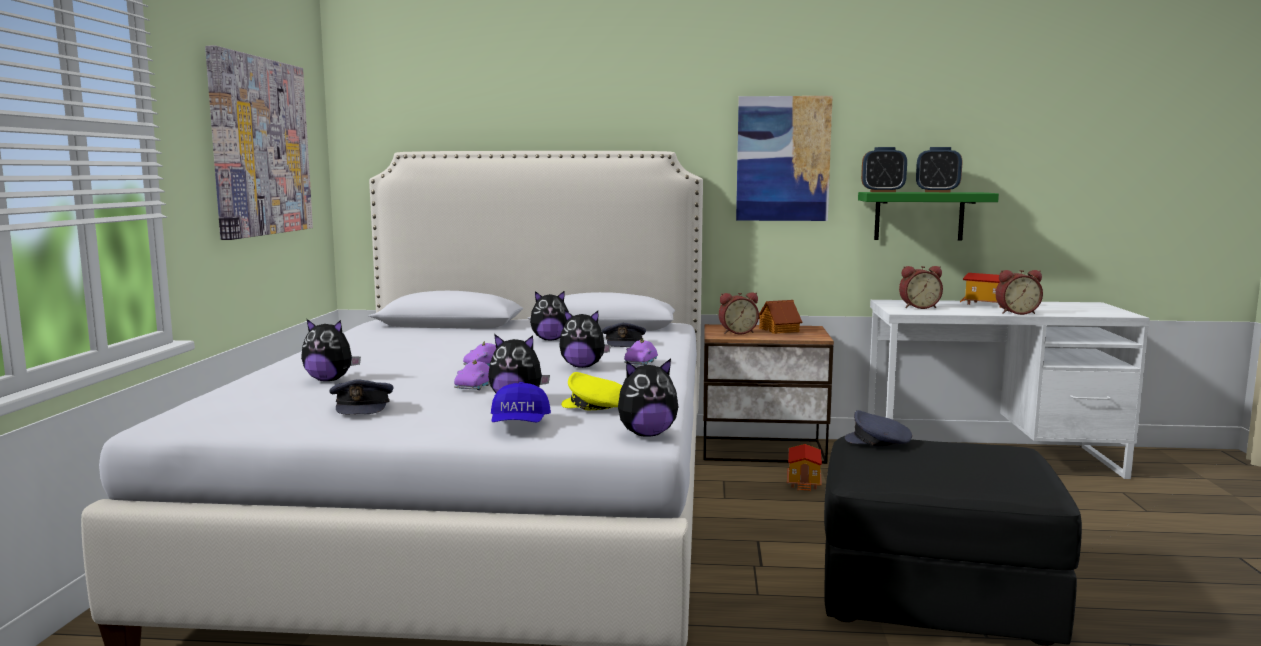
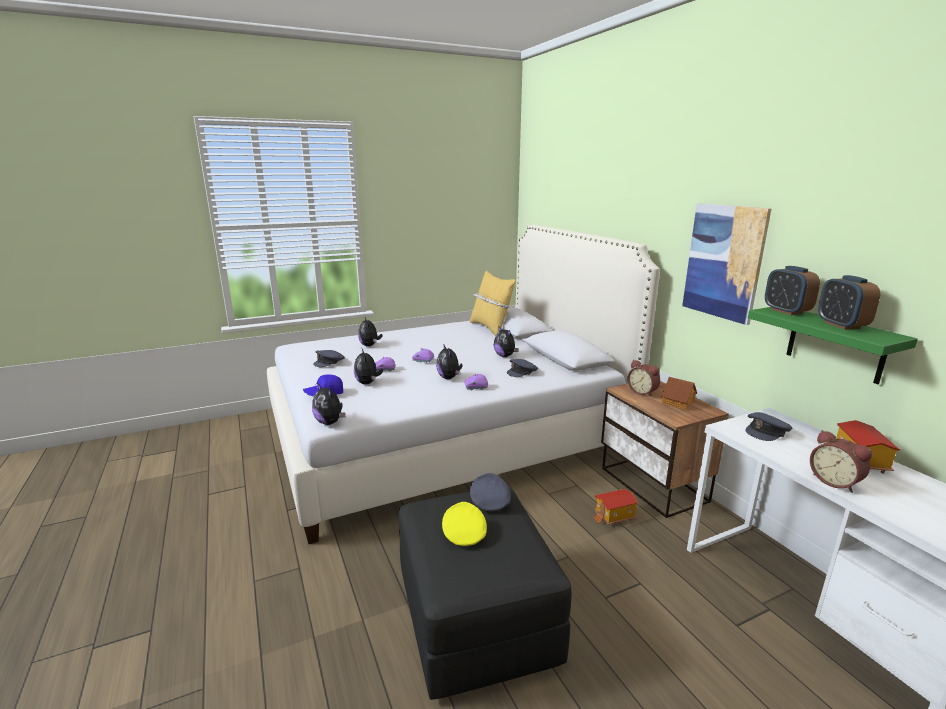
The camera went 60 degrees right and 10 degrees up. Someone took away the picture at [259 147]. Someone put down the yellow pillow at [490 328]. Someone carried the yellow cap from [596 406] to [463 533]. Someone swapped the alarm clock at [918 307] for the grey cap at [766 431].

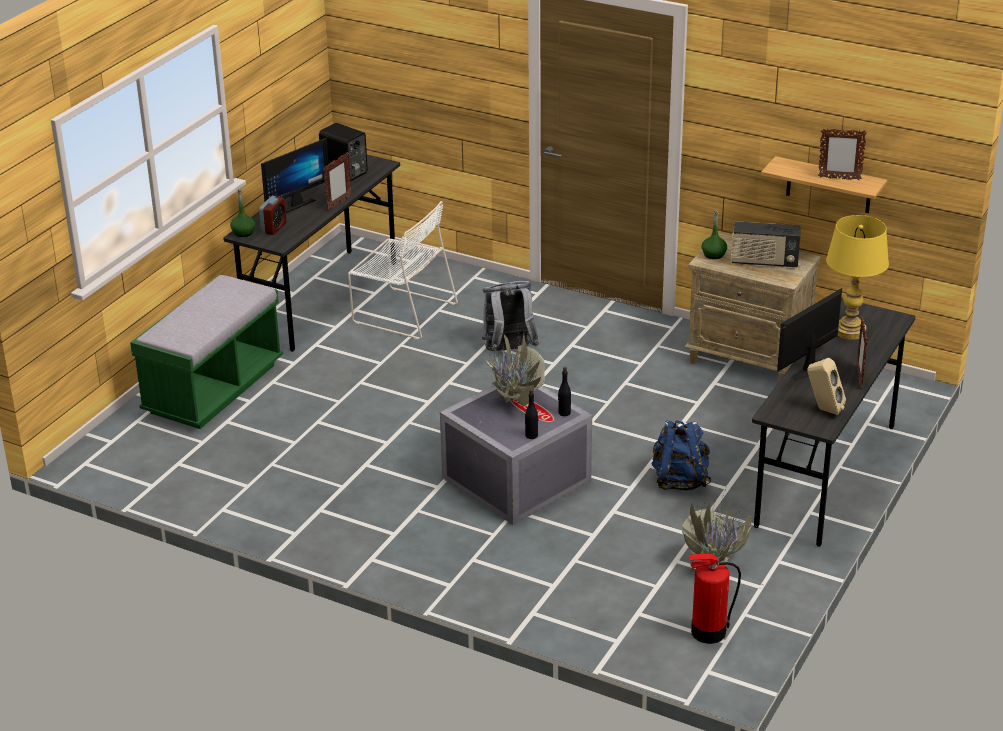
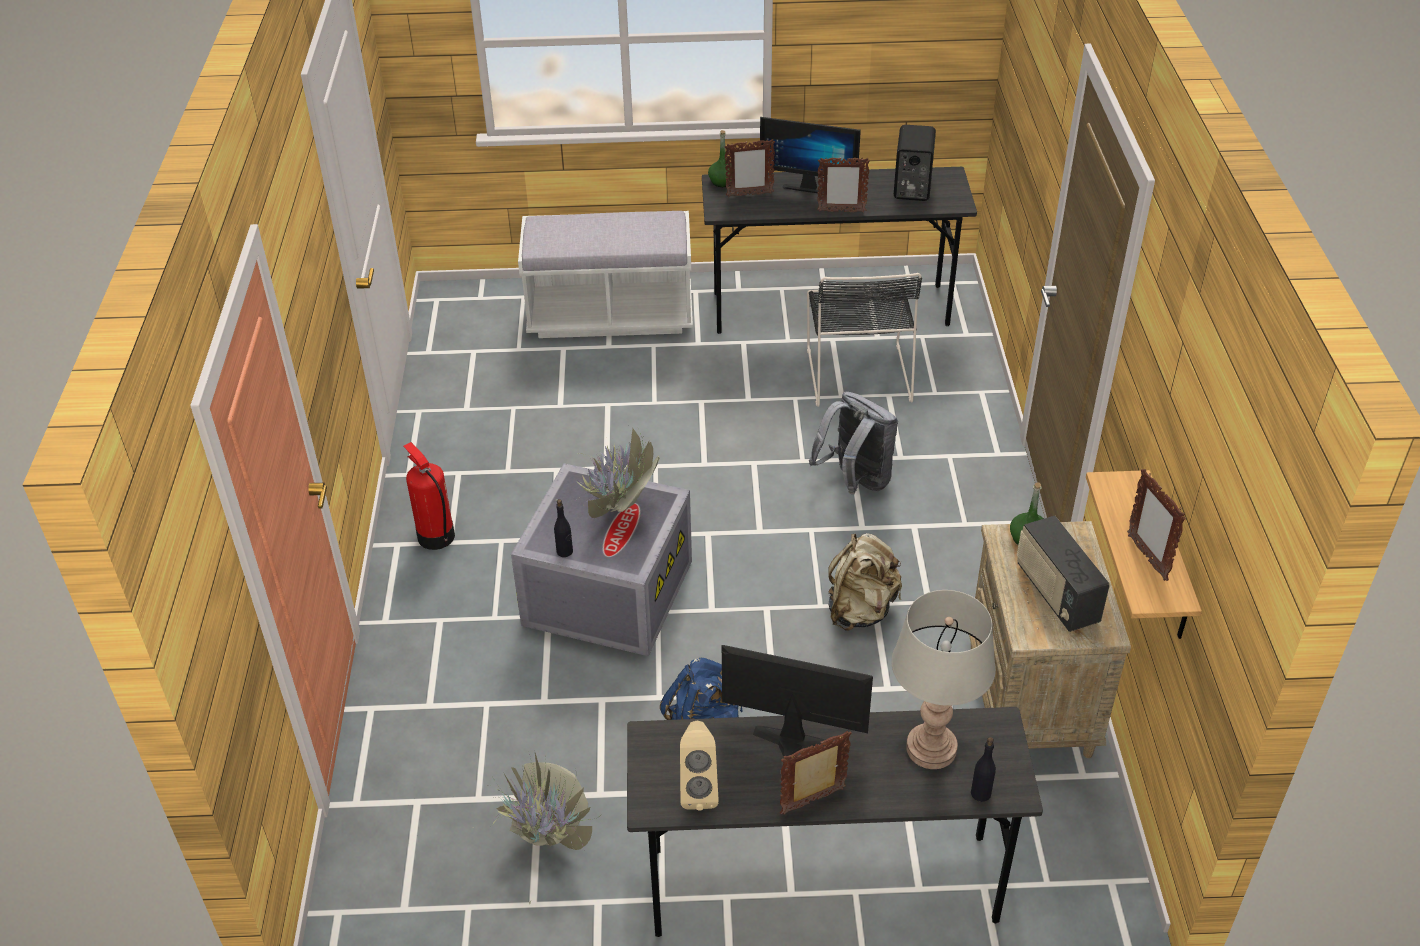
The camera went 60 degrees right and 10 degrees up. Someone put down the beige backpack at [861 610]. Someone carried the black bottle from [564 413] to [980 793]. Someone carried the fire extinguisher from [707 632] to [435 536]. Someone swapped the alarm clock at [274 228] for the picture frame at [749 195]. Someone repainted the green bench at [213 389], which became the white bench at [610 316]. Someone repainted the white chair at [402 312], which became the black chair at [858 372]. Someone repainted the yellow table lamp at [850 331], which became the grey table lamp at [931 749].

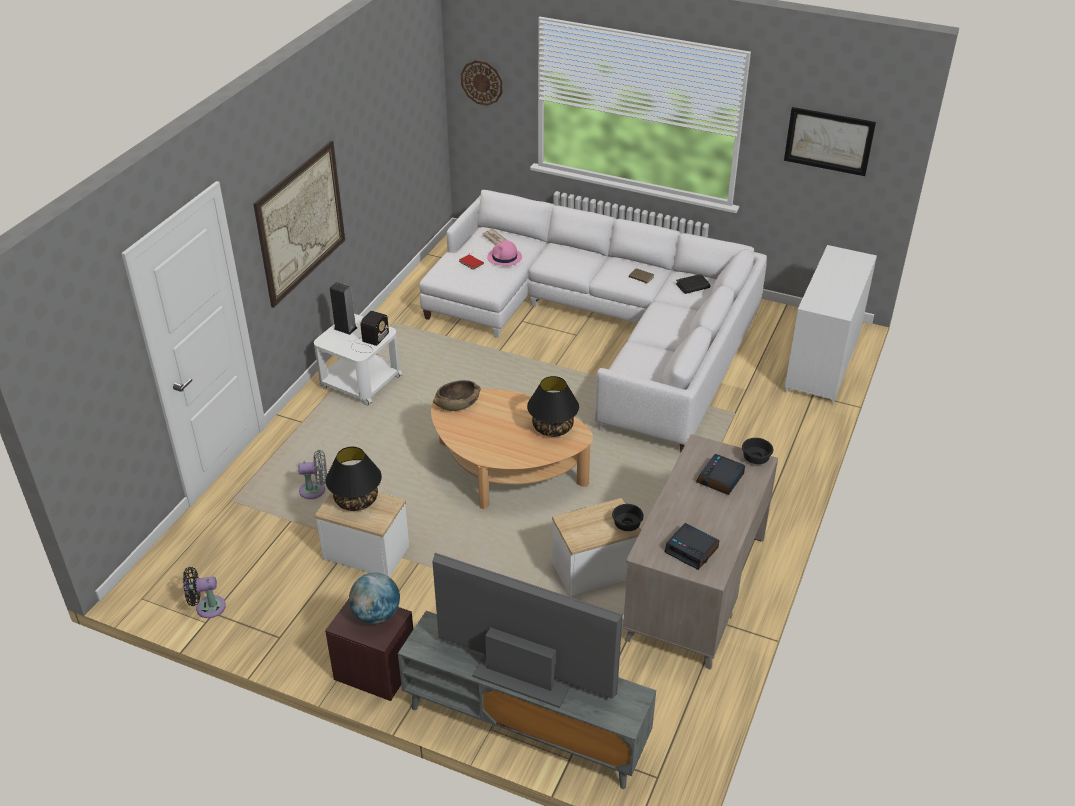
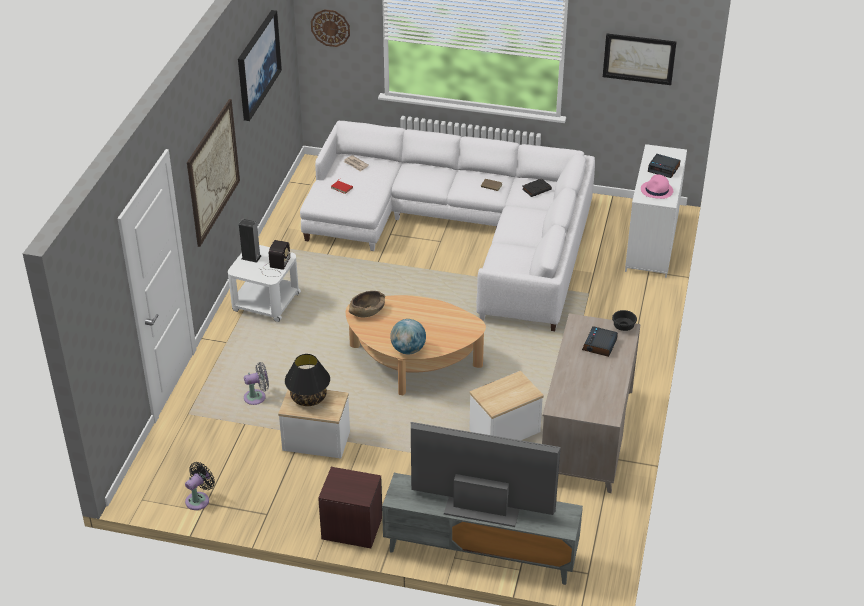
The camera went 10 degrees left and 0 degrees up. Someone took away the black table lamp at [552 428]. Someone took away the black bowl at [627 525]. Someone put up the picture at [257 64]. Someone carried the globe from [376 614] to [408 350]. Someone carried the pink hat from [504 258] to [657 190]. Someone carried the alarm clock from [692 550] to [664 169]. Someone rotated the black fan at [207 607] by 150 degrees clockwise.

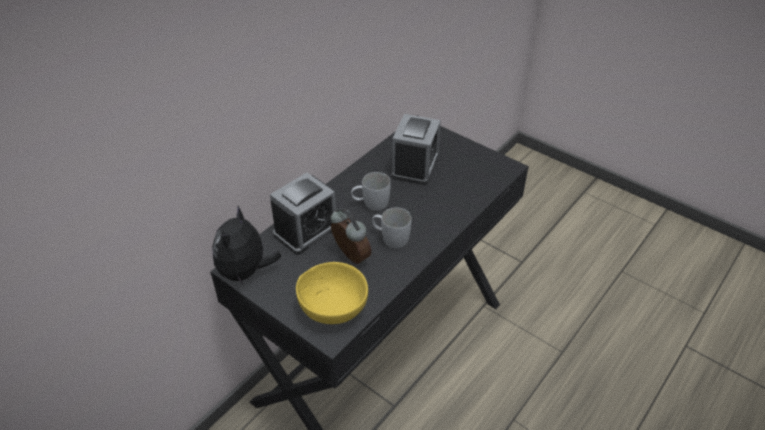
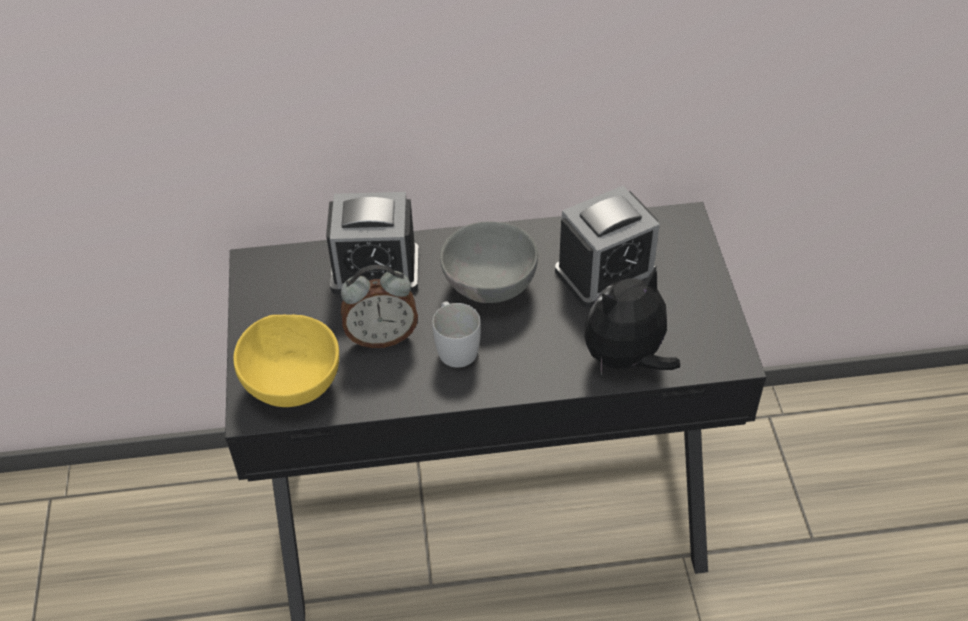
The camera went 45 degrees right and 5 degrees up. Someone carried the plush toy from [246 272] to [626 359]. Someone swapped the white mug at [370 203] for the grey bowl at [487 286]. Someone rotated the alarm clock at [350 257] by 75 degrees clockwise.

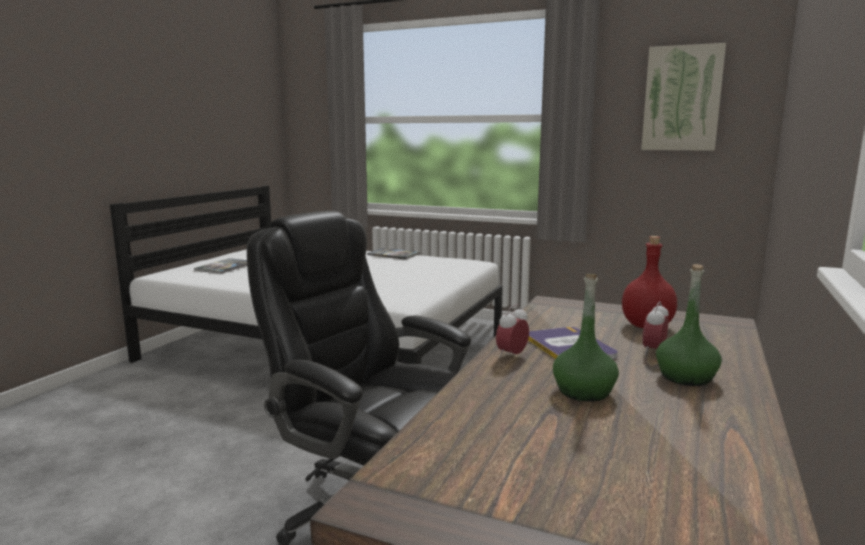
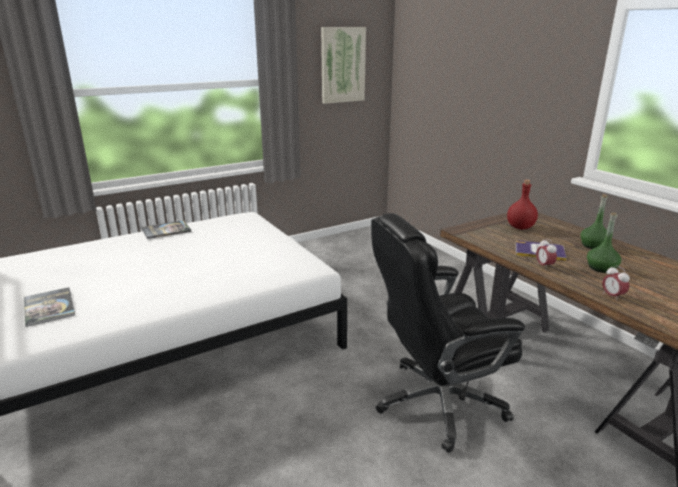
The camera went 55 degrees left and 10 degrees up. Someone carried the alarm clock from [653 351] to [612 296].

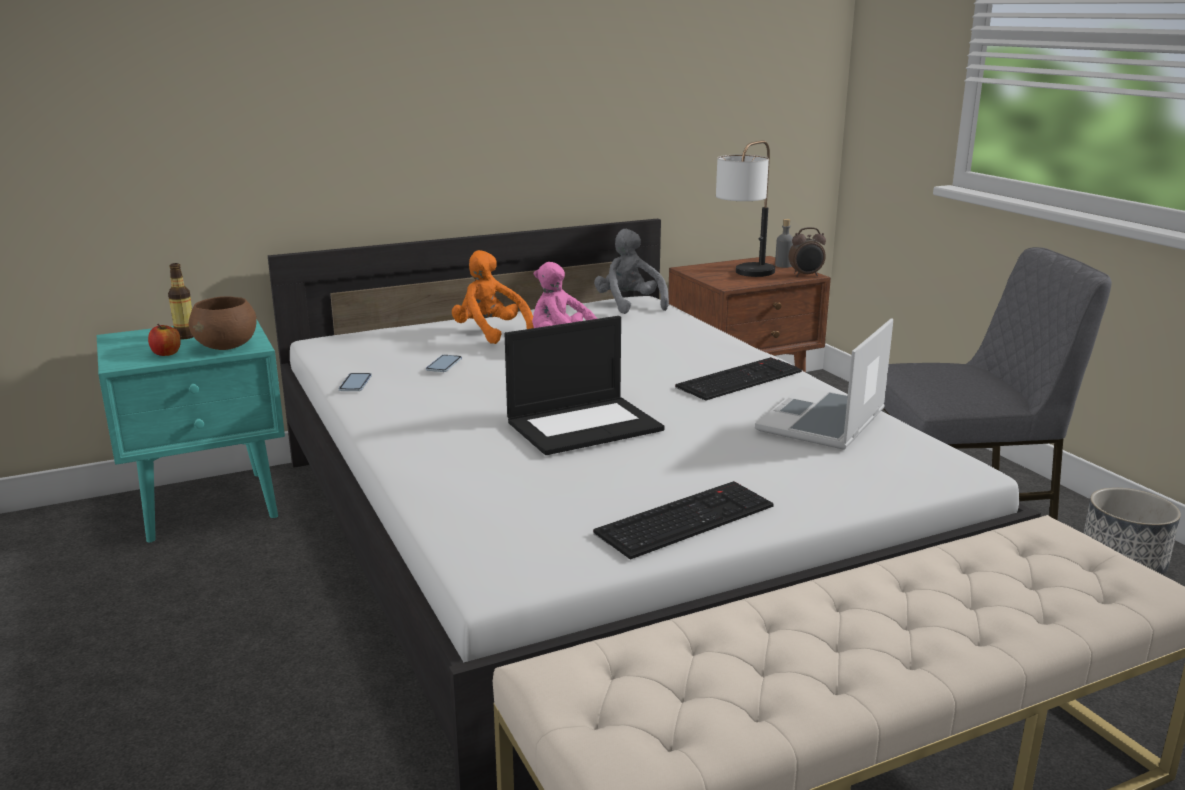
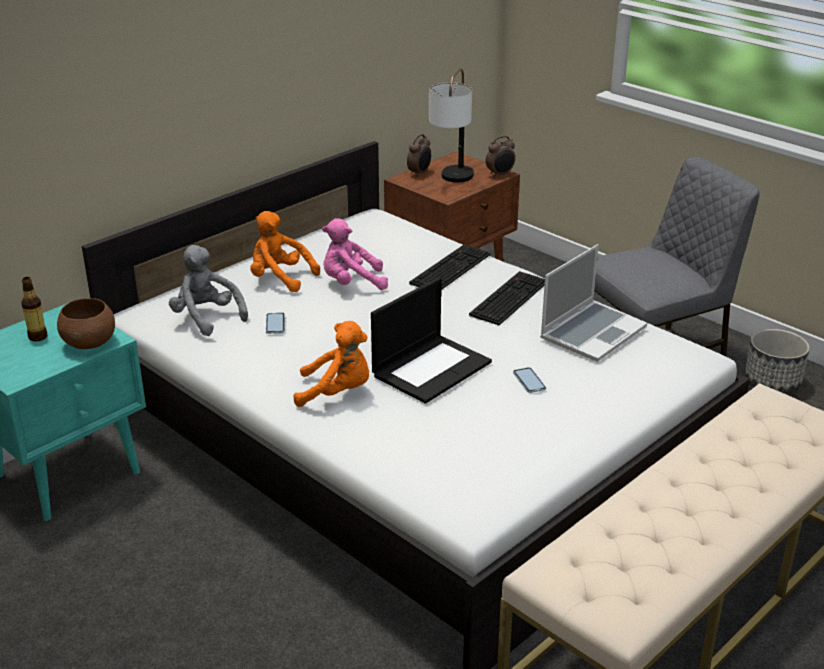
The camera went 20 degrees left and 10 degrees up. Someone took away the apple at [166 353]. Someone took away the grey bottle at [783 265]. Someone put down the orange plush toy at [337 392]. Someone put down the alarm clock at [419 173]. Someone carried the phone from [355 383] to [529 381]. Someone carried the keyboard from [685 518] to [450 268]. Someone carried the grey plush toy from [629 305] to [206 318]. Someone rotated the laptop at [823 422] by 150 degrees counterclockwise.

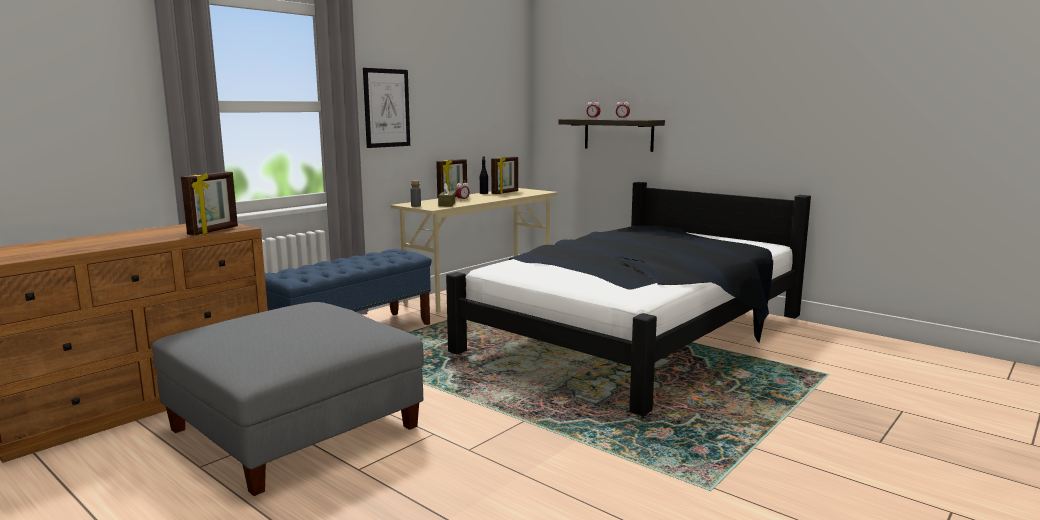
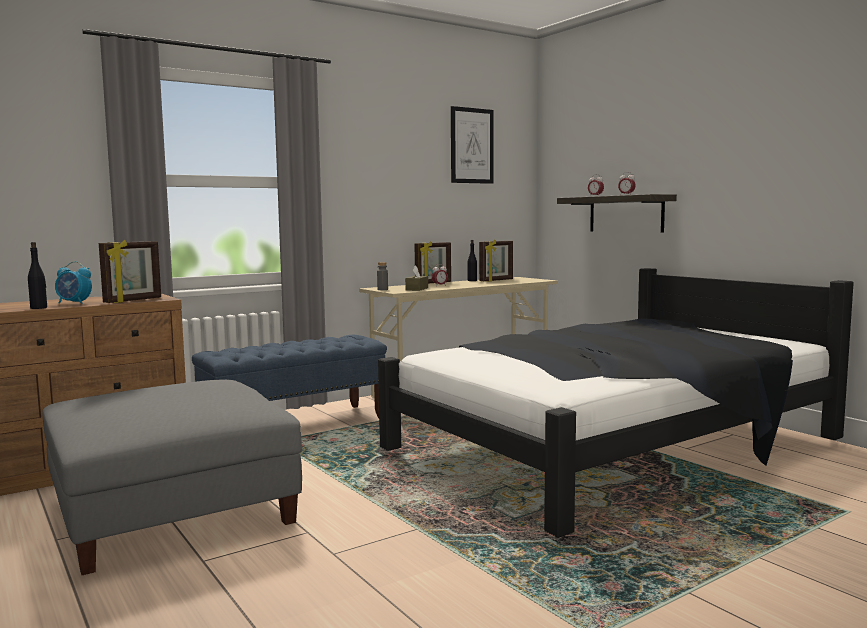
The camera went 15 degrees right and 5 degrees down. Someone put down the black bottle at [39 308]. Someone put down the alarm clock at [74 303]. Someone carried the picture from [386 108] to [472 146].

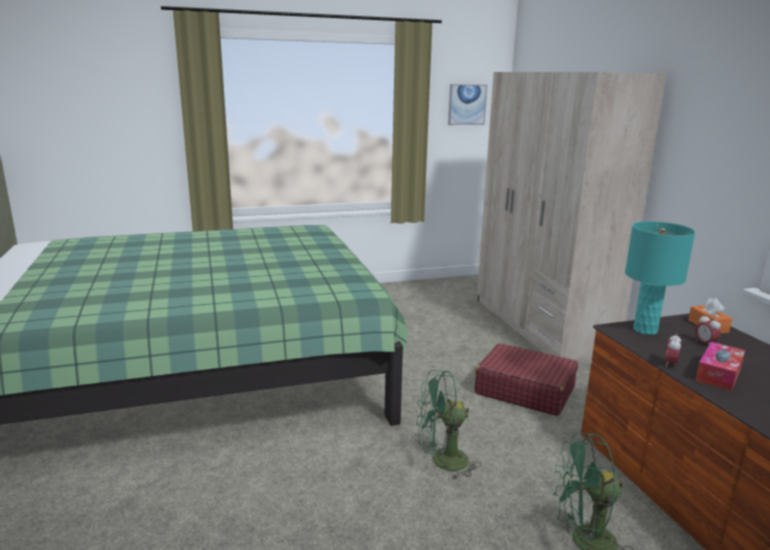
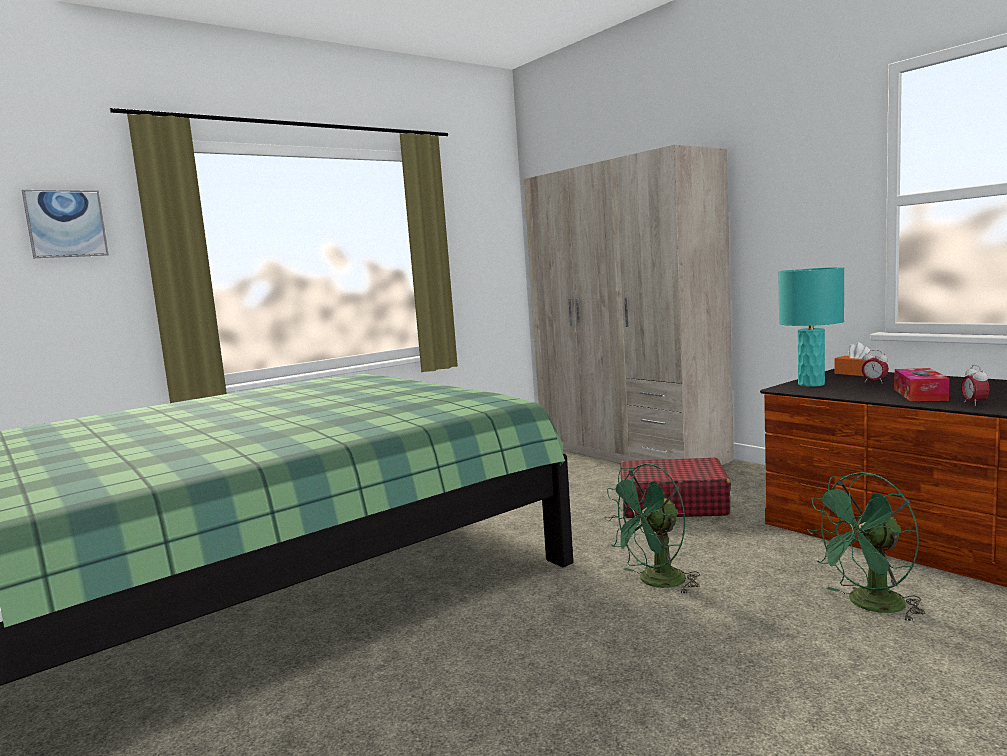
The camera went 20 degrees left and 10 degrees down. Someone carried the picture from [467 104] to [66 224]. Someone carried the alarm clock from [670 365] to [974 403].

